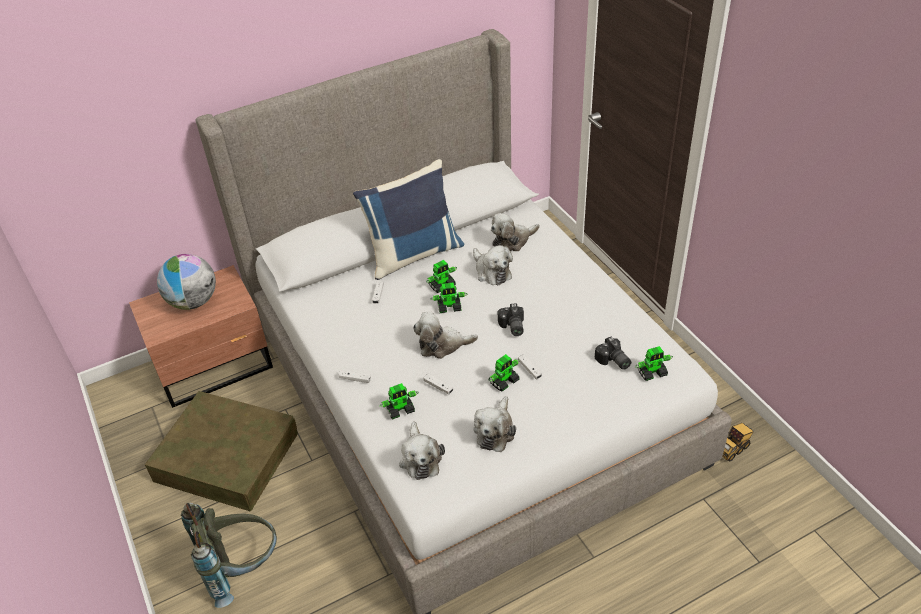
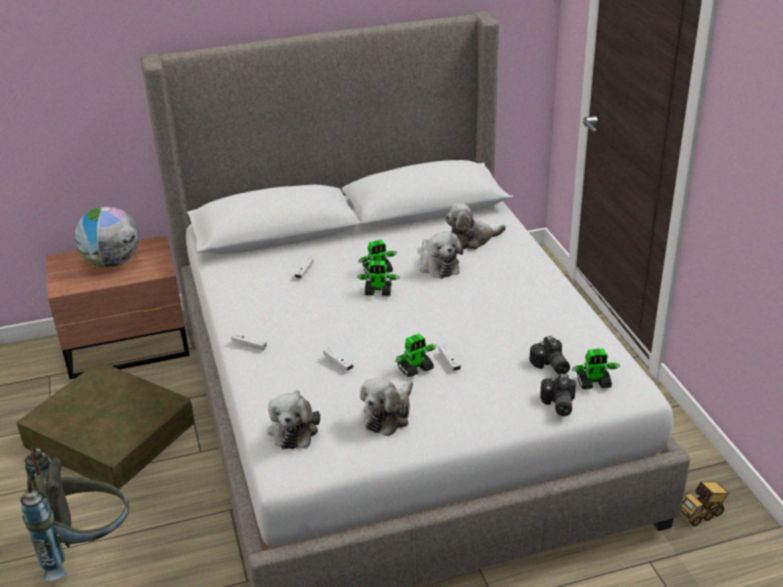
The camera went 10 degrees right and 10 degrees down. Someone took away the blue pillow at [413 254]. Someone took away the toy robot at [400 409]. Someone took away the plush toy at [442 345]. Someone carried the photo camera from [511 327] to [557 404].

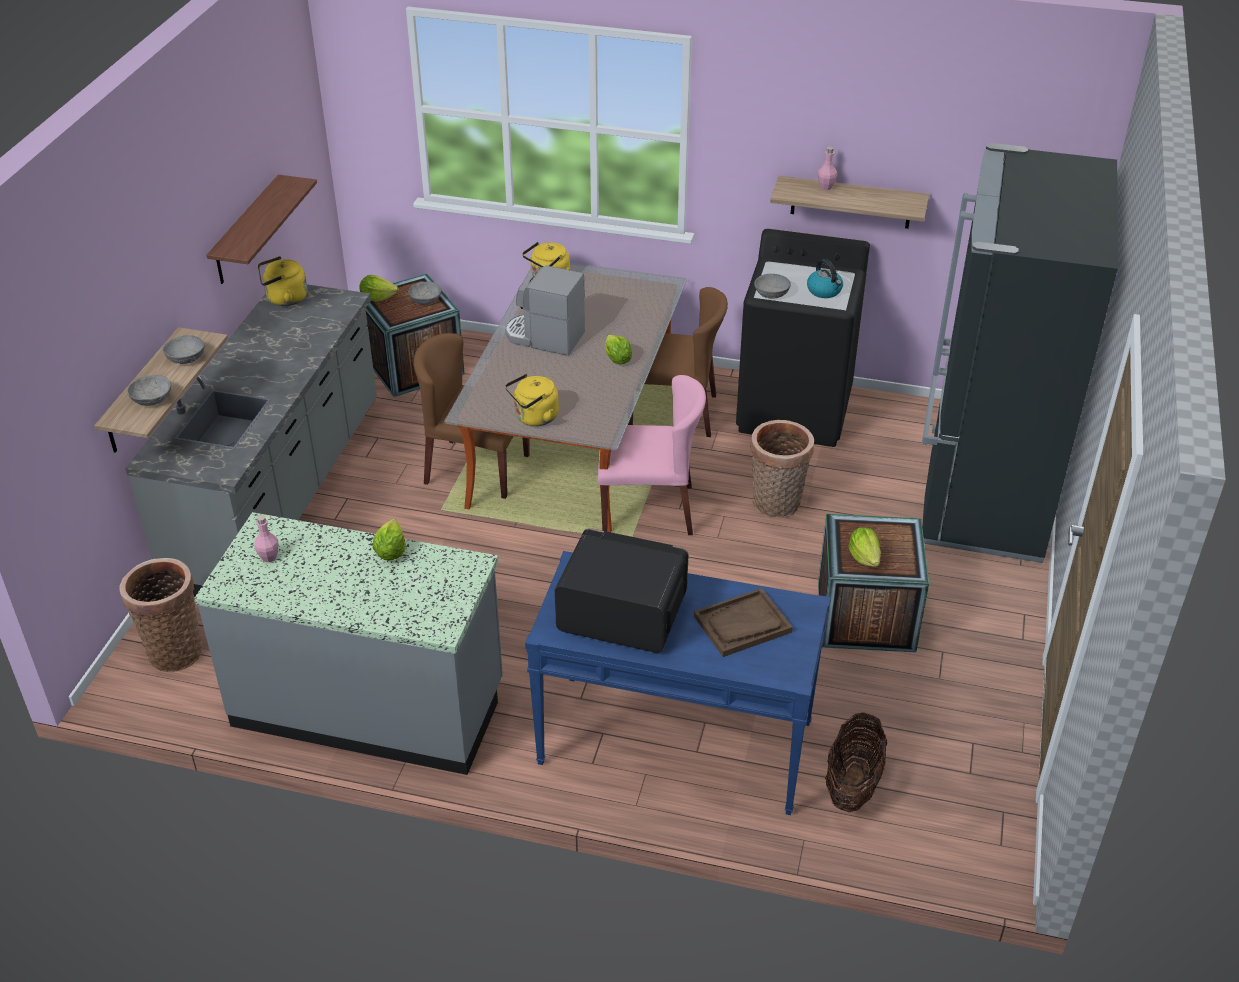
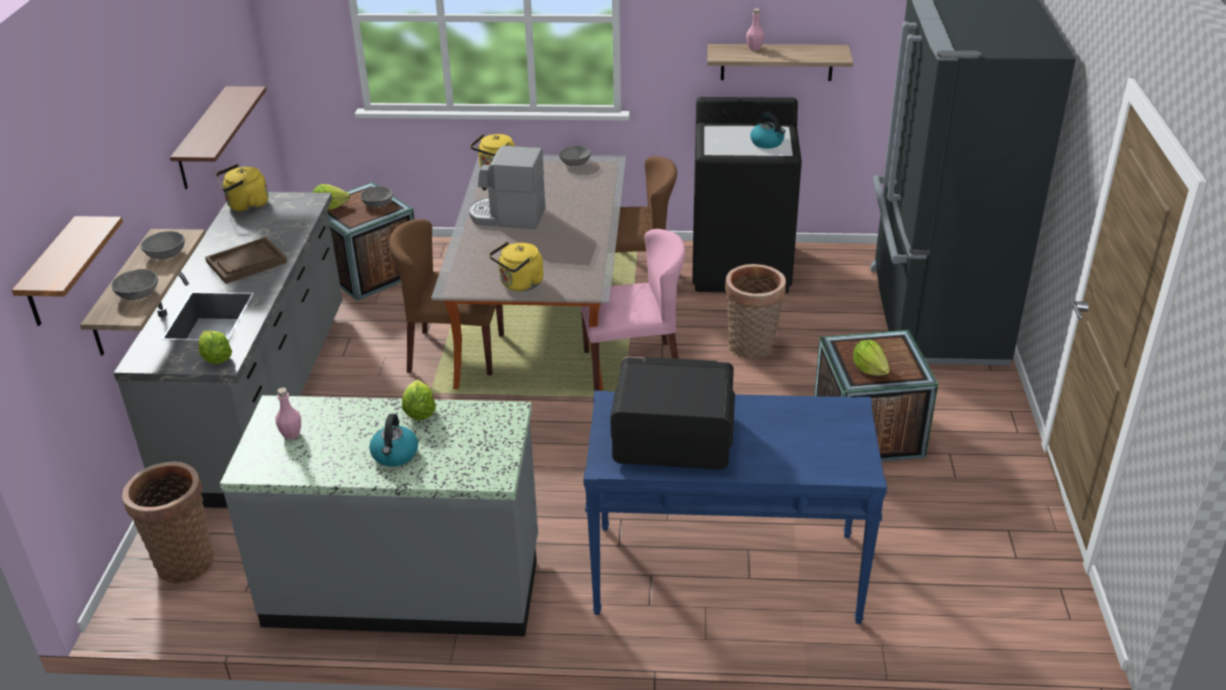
The camera went 10 degrees left and 5 degrees down. Someone took away the basket at [852 784]. Someone put up the shelf at [52 274]. Someone put down the kettle at [395 455]. Someone carried the lettuce from [617 359] to [216 359]. Someone carried the brown tray from [742 624] to [246 262]. Someone carried the grey bowl from [772 294] to [575 163].

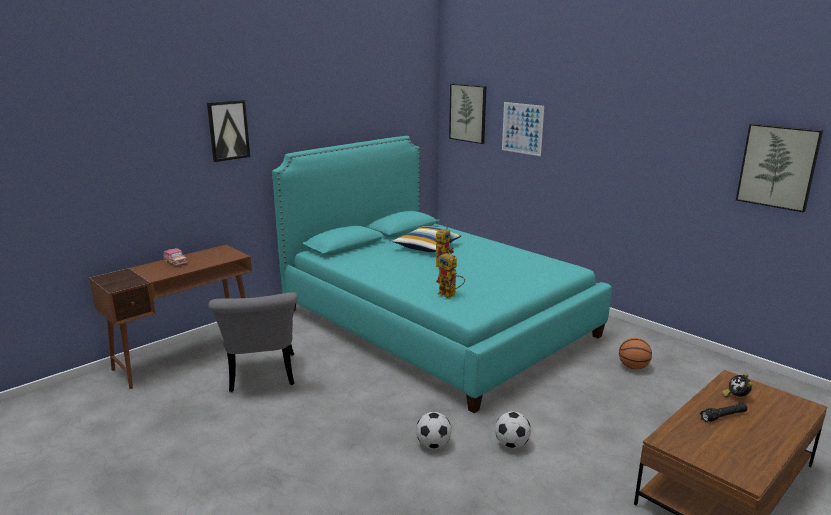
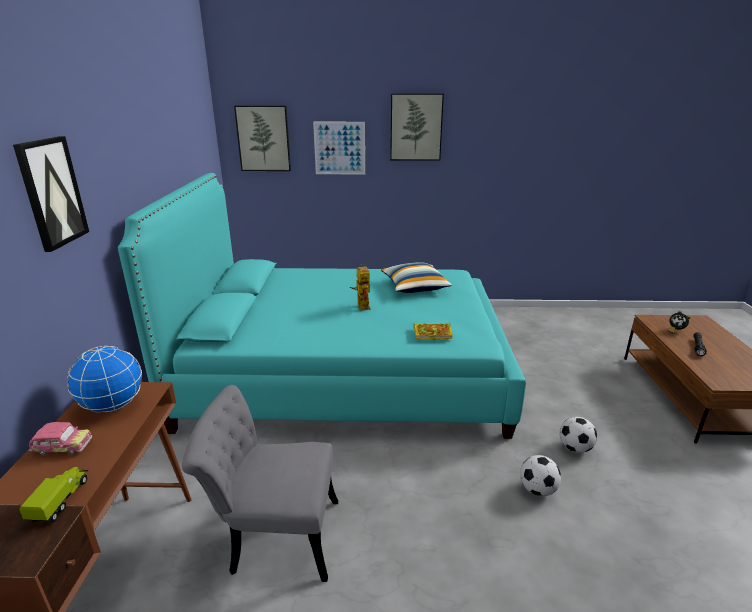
The camera went 45 degrees left and 5 degrees up. Someone took away the basketball at [633 367]. Someone put down the toy truck at [61 501]. Someone put down the globe at [112 406]. Someone carried the pillow from [427 247] to [414 287]. Someone carried the picture from [778 166] to [416 127]. Someone swapped the toy robot at [450 295] for the book at [433 333]. Someone rotated the grey chair at [262 377] by 150 degrees clockwise.

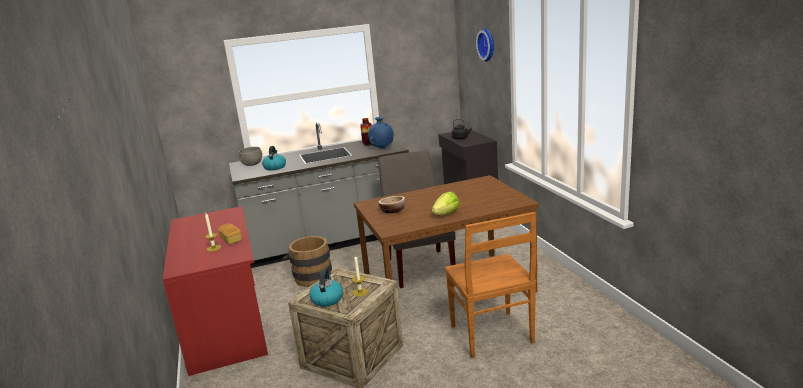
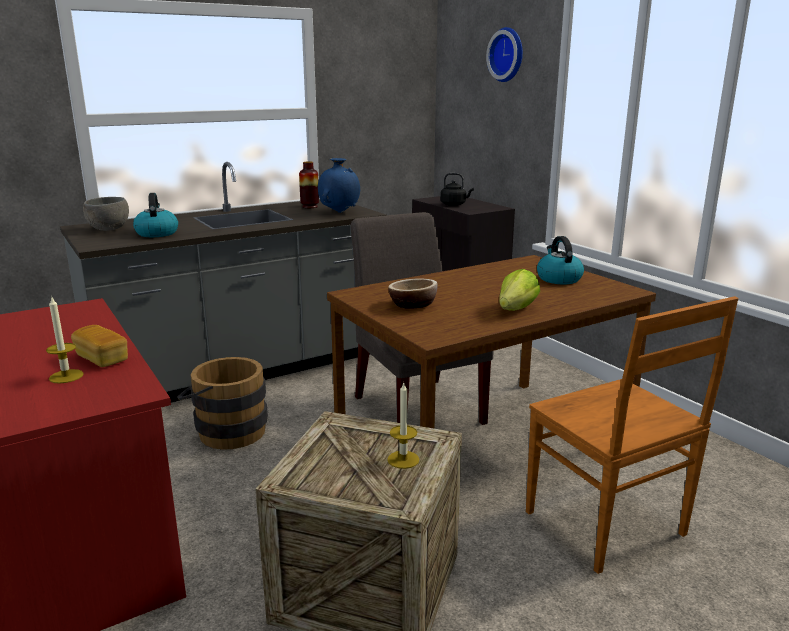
The camera went 15 degrees left and 0 degrees up. Someone carried the kettle from [327 299] to [558 279].

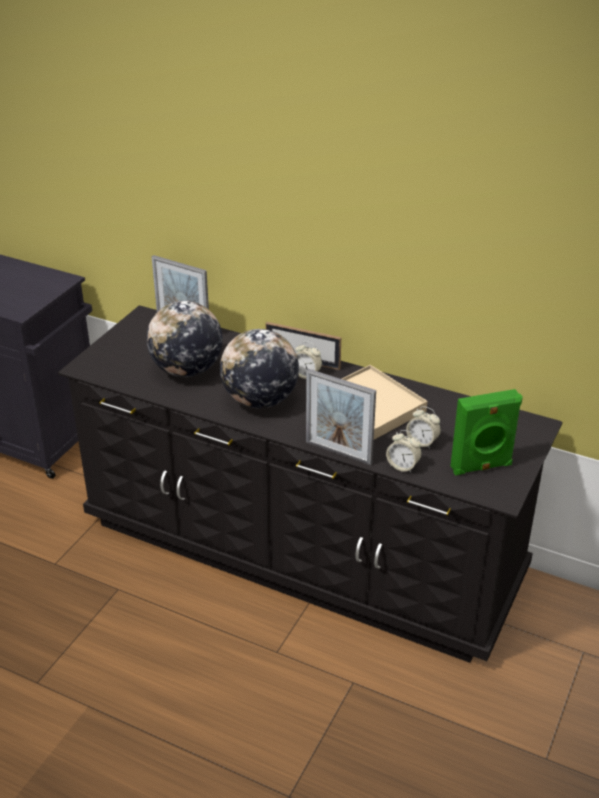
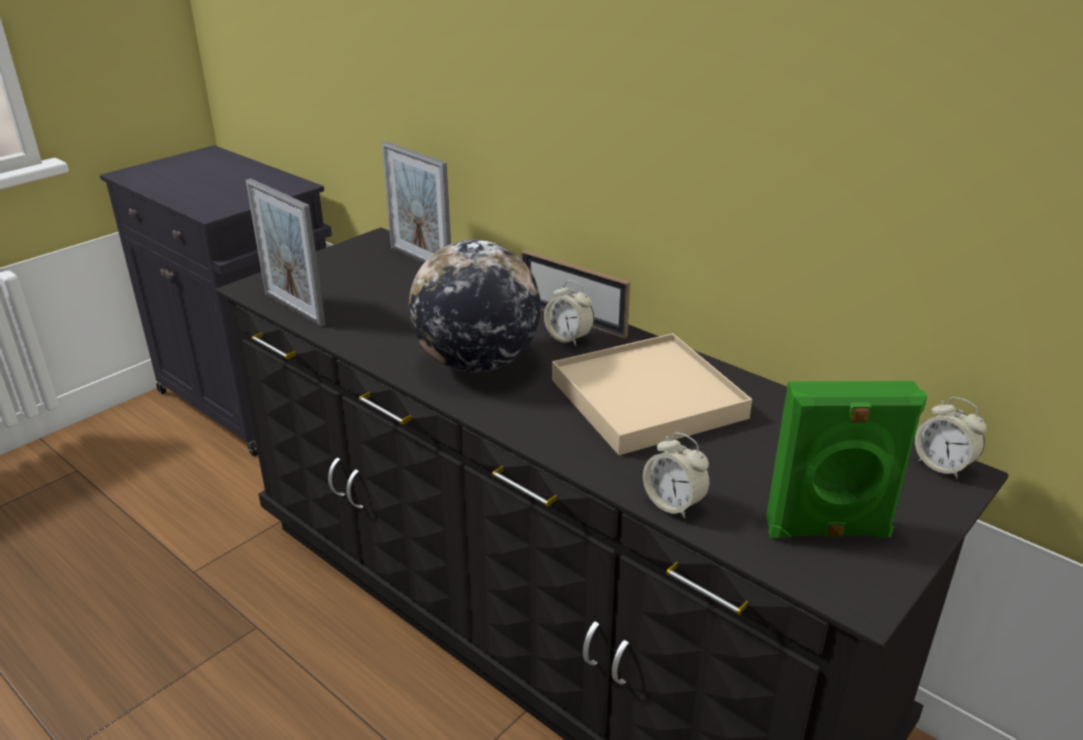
The camera went 15 degrees right and 5 degrees down. Someone took away the globe at [187 370]. Someone carried the picture frame from [338 452] to [294 309]. Someone carried the alarm clock from [422 442] to [942 466].

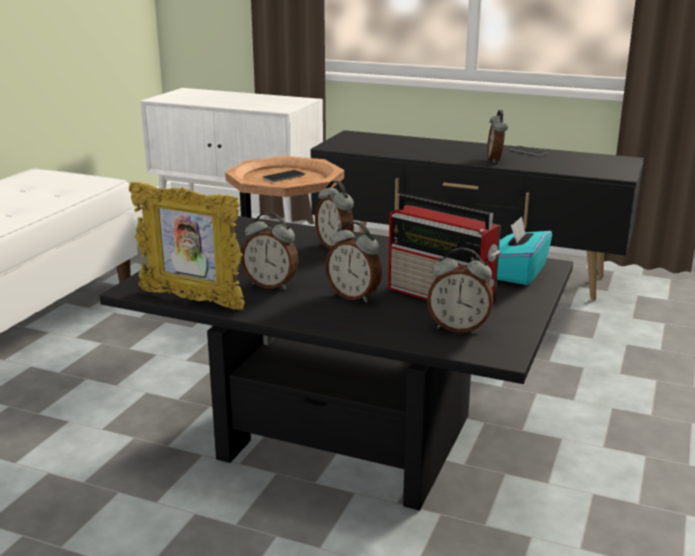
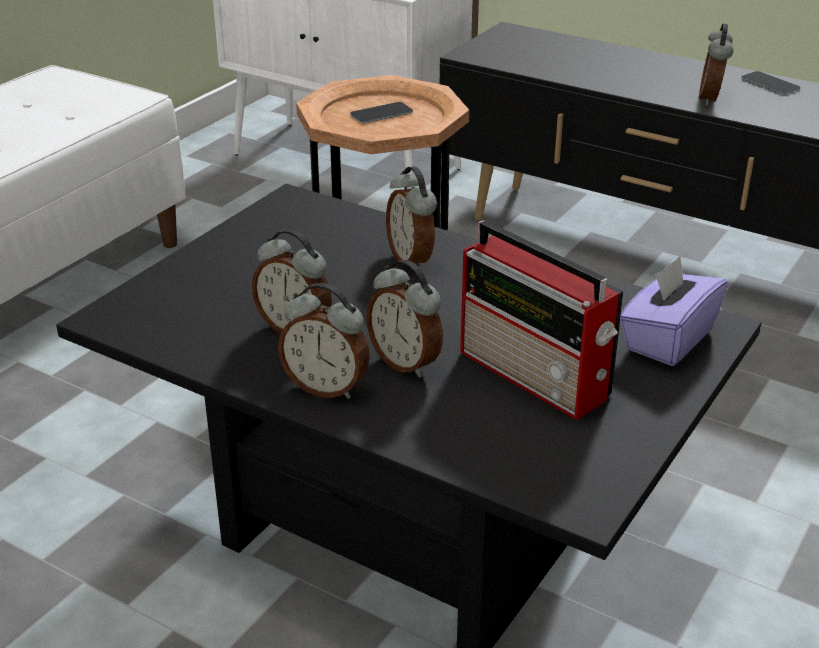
The camera went 10 degrees right and 10 degrees up. Someone took away the picture frame at [192 300]. Someone carried the alarm clock from [458 328] to [326 387]. Someone repainted the turquoise tissue box at [518 273], which became the purple tissue box at [667 340].

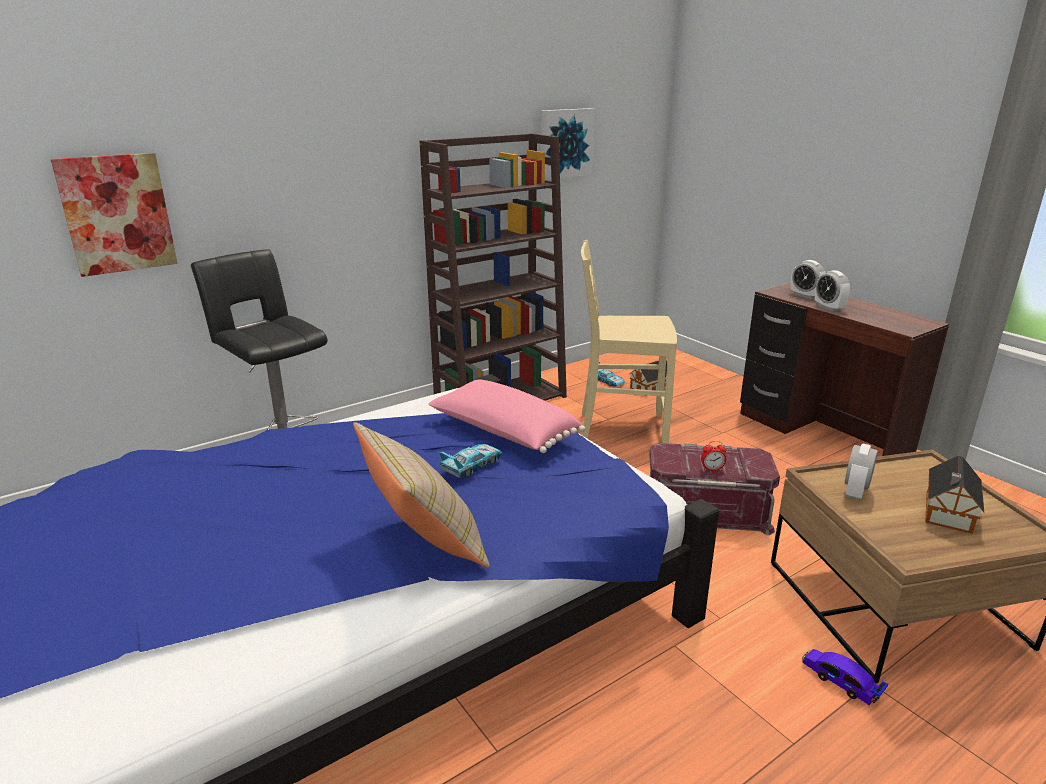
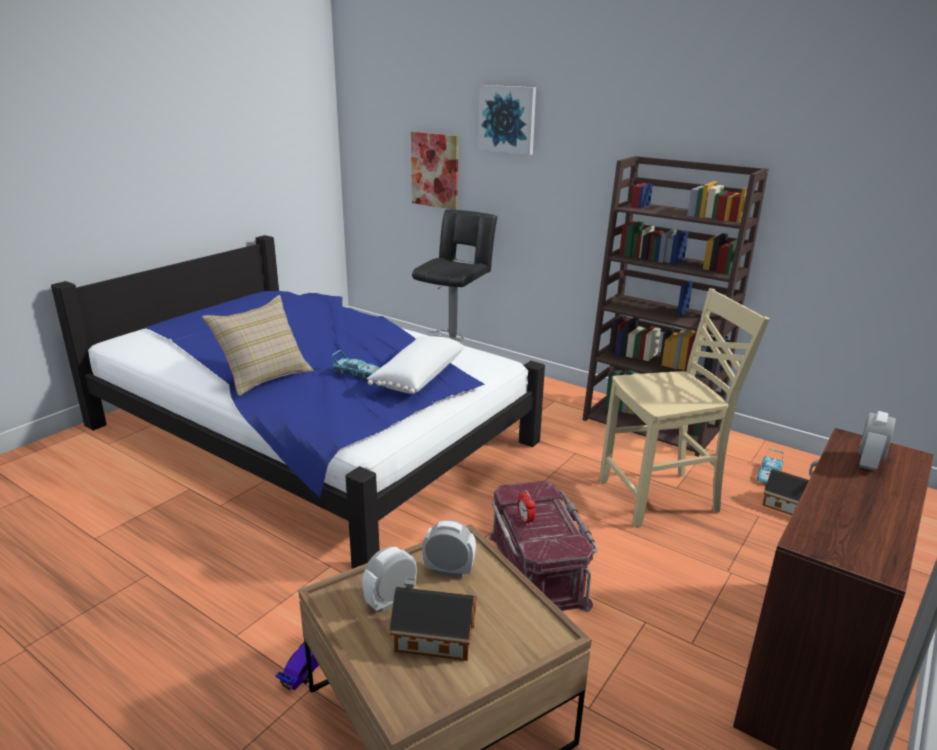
The camera went 70 degrees right and 0 degrees up. Someone carried the picture from [565 143] to [507 119]. Someone carried the alarm clock from [829 308] to [391 600]. Someone repainted the pink pillow at [503 433], which became the white pillow at [417 377]. Someone rotated the beige chair at [620 429] by 90 degrees clockwise.

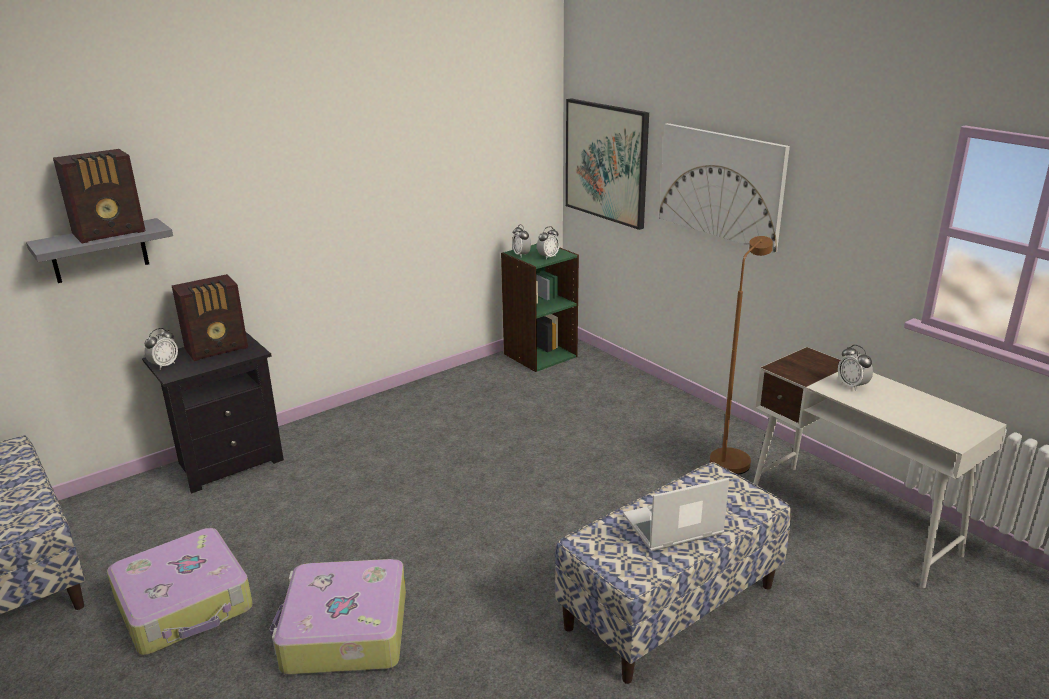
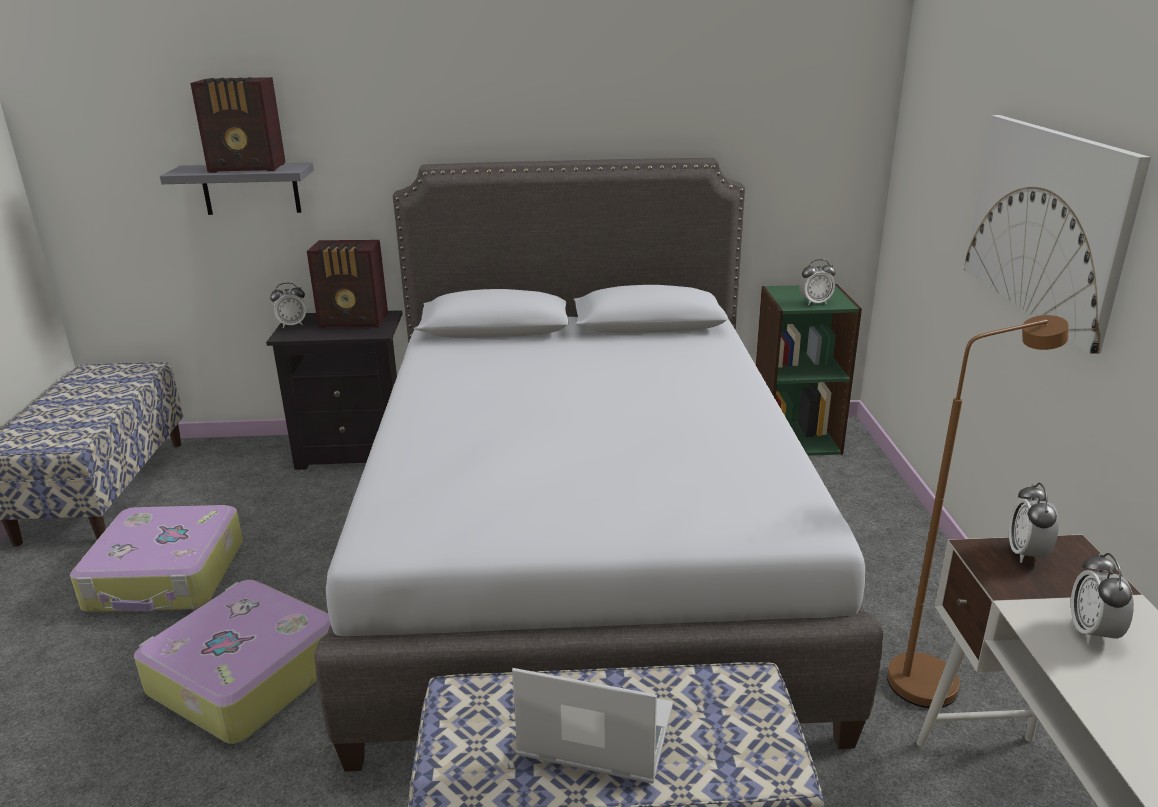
The camera went 35 degrees right and 0 degrees up. Someone took away the picture at [606 162]. Someone put down the grey bed at [583 548]. Someone carried the alarm clock from [521 255] to [1026 554].

